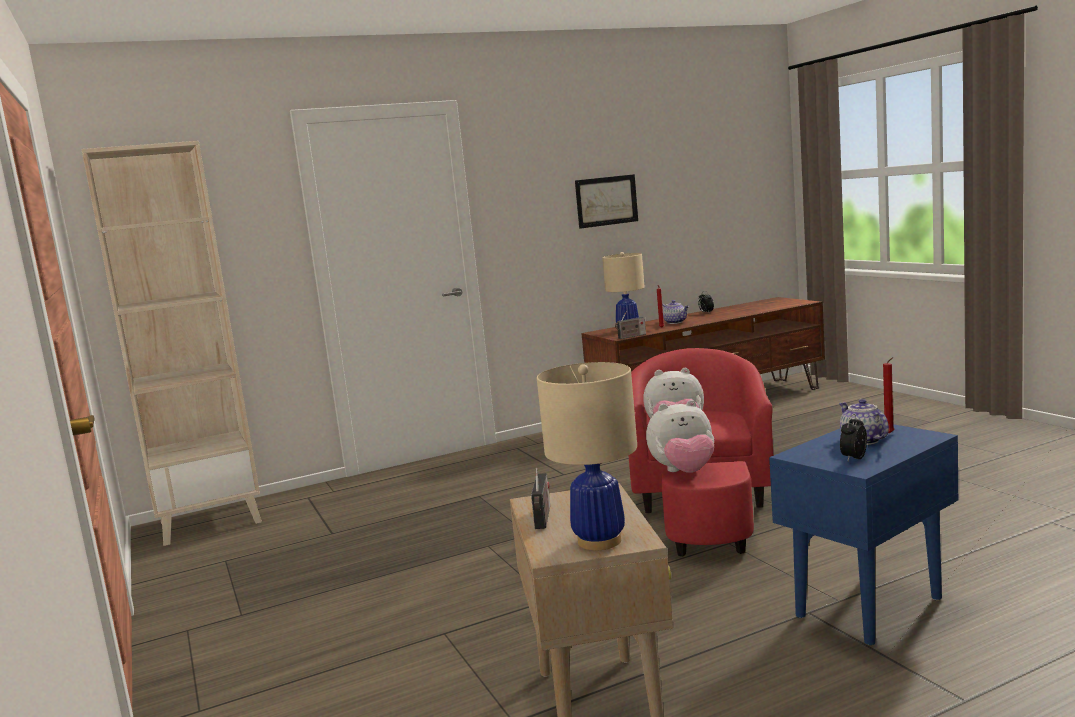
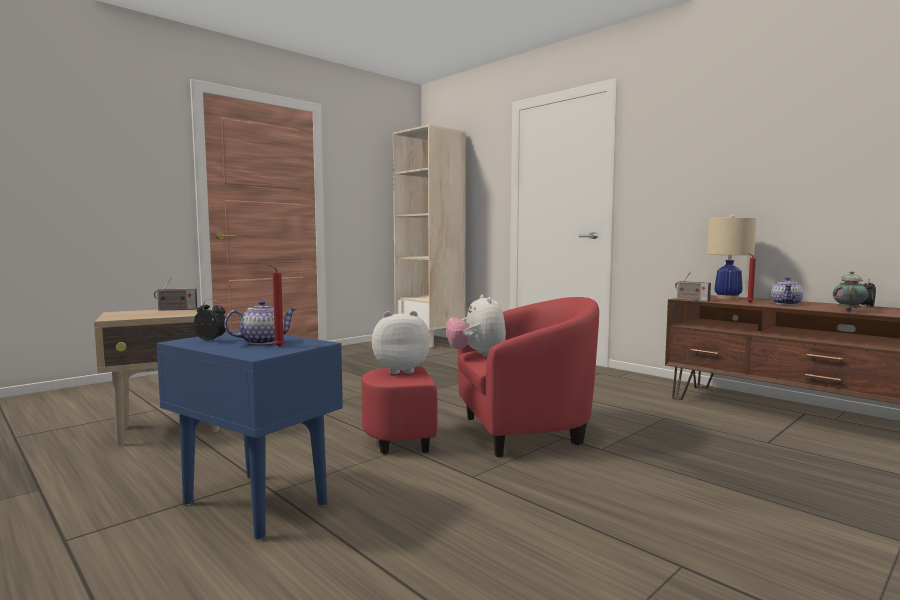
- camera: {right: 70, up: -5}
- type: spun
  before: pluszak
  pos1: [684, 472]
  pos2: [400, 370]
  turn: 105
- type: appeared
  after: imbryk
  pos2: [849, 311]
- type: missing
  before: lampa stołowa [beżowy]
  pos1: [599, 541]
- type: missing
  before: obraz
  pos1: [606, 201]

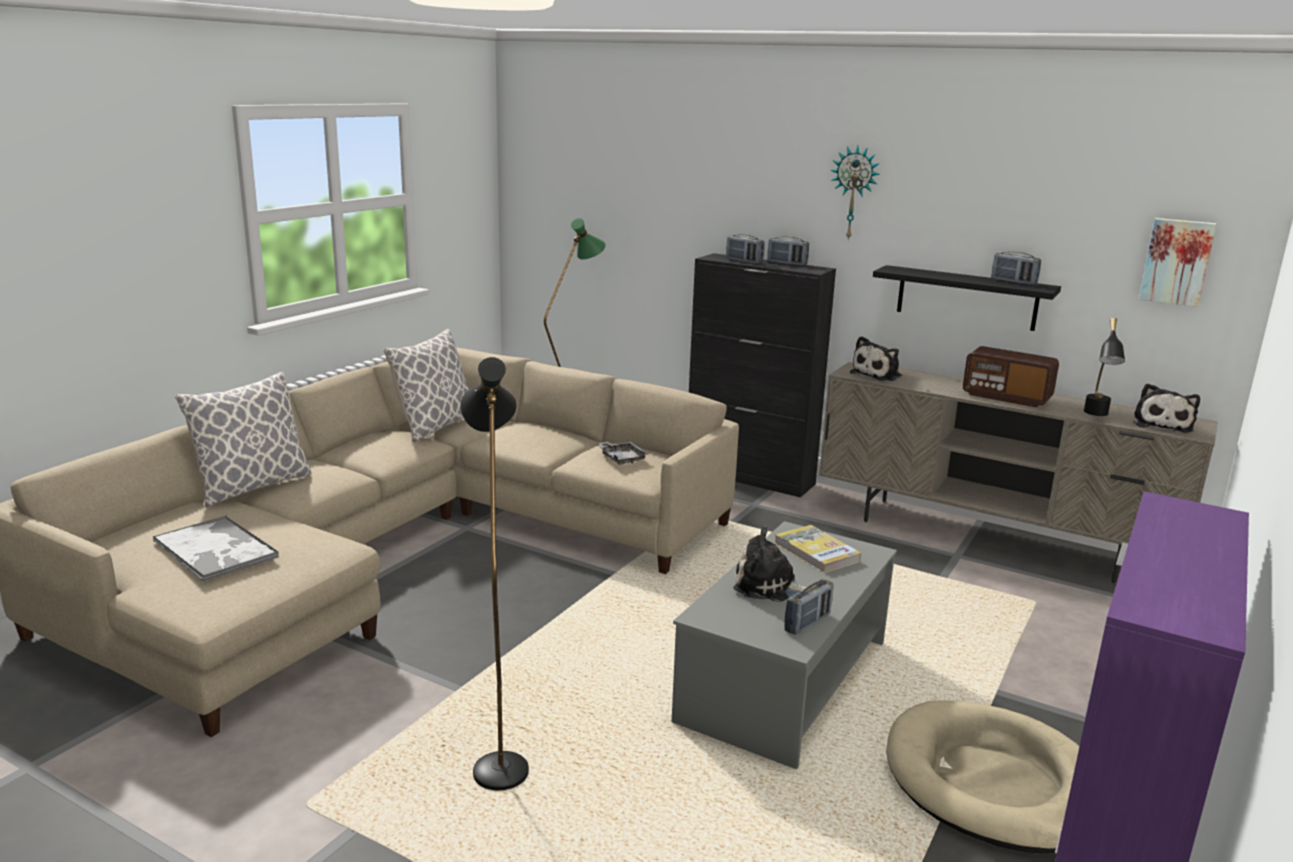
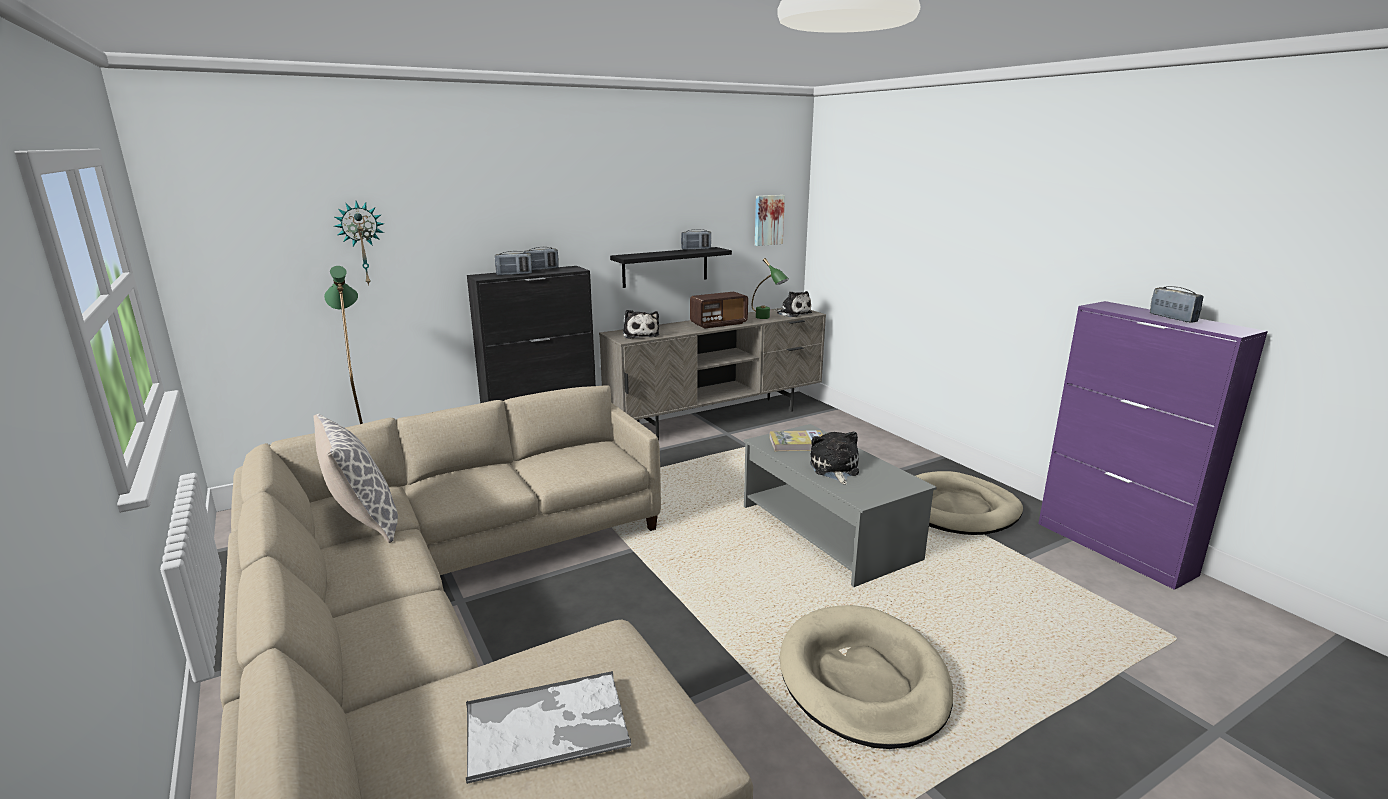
- camera: {right: -60, up: 0}
- type: relocated
  before: zegar ścienny
  pos1: [854, 193]
  pos2: [361, 243]
- type: colour
  before: lampa stołowa [czarny]
  after: lampa stołowa [zielony]
  pos1: [1096, 415]
  pos2: [767, 318]
- type: exchanged
  before: lampa stojąca [czarny]
  after: legowisko [beżowy]
  pos1: [498, 760]
  pos2: [863, 680]
- type: spun
  before: pluszak
  pos1: [769, 586]
  pos2: [834, 469]
  turn: 135
- type: relocated
  before: radio
  pos1: [807, 623]
  pos2: [1172, 318]
- type: missing
  before: poduszka
  pos1: [252, 486]
- type: missing
  before: taca [szary]
  pos1: [622, 458]

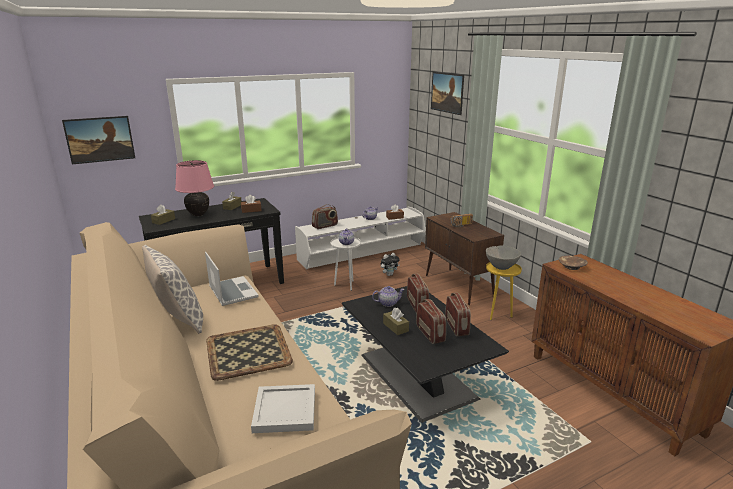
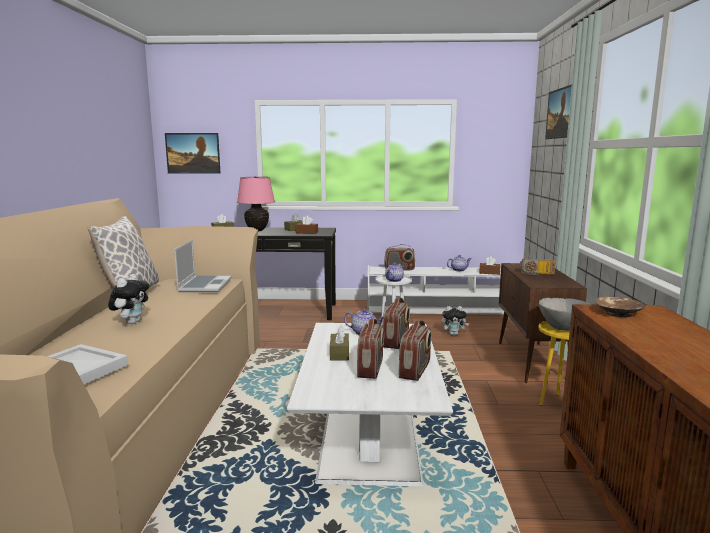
- camera: {right: 30, up: -10}
- type: exchanged
  before: taca
  after: pluszak
  pos1: [247, 351]
  pos2: [131, 322]
- type: colour
  before: ława [czarny]
  after: ława [biały]
  pos1: [415, 375]
  pos2: [369, 433]

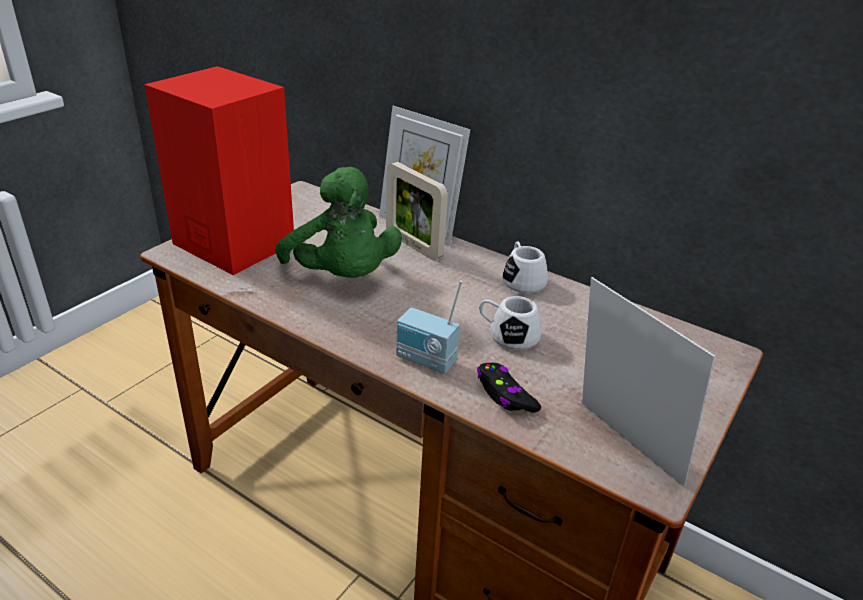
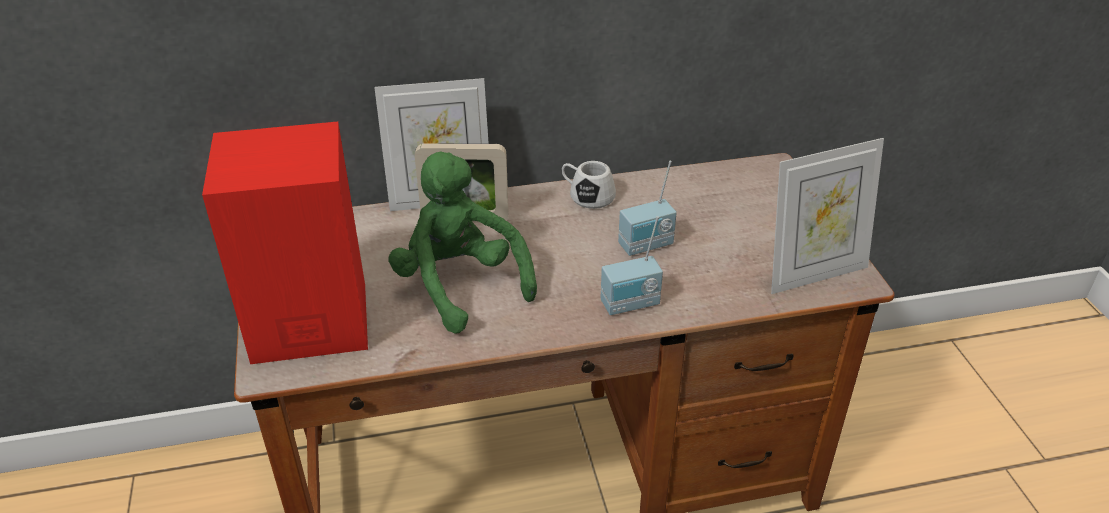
- camera: {right: -45, up: 5}
- type: spun
  before: pluszak [zielony]
  pos1: [342, 277]
  pos2: [460, 285]
  turn: -135
- type: exchanged
  before: kubek [biały]
  after: radio
  pos1: [507, 335]
  pos2: [646, 246]
- type: spun
  before: ramka na zdjęcie
  pos1: [620, 447]
  pos2: [813, 273]
  turn: 150
- type: missing
  before: pad do gier [czarny]
  pos1: [505, 395]

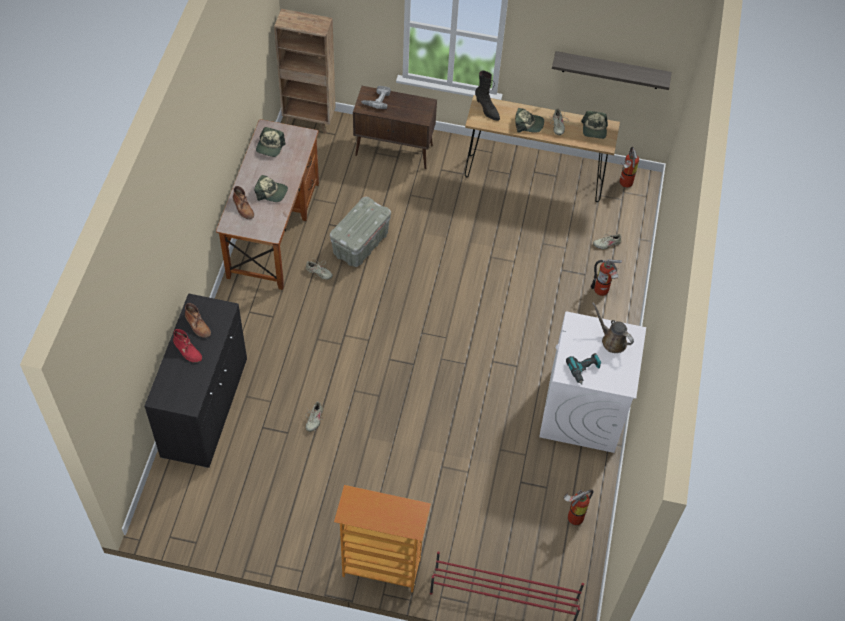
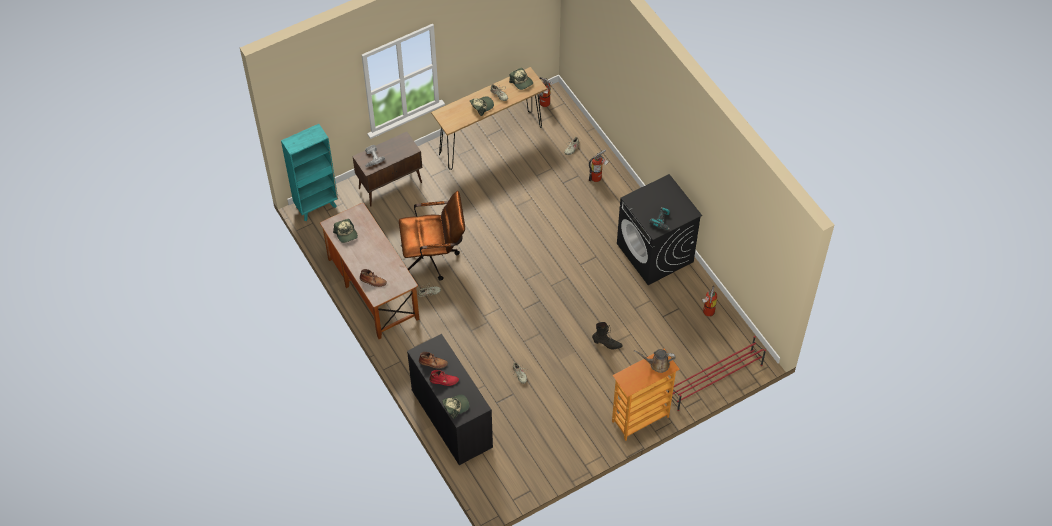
- camera: {right: -40, up: 0}
- type: colour
  before: regał [brązowy]
  after: regał [turkusowy]
  pos1: [309, 120]
  pos2: [317, 206]
- type: exchanged
  before: pojemnik do przechowywania [szary]
  after: krzesło biurowe [brązowy]
  pos1: [360, 244]
  pos2: [434, 257]
- type: relocated
  before: czapka z daszkiem
  pos1: [271, 192]
  pos2: [455, 406]
- type: relocated
  before: but z cholewką [czarny]
  pos1: [487, 109]
  pos2: [607, 344]
- type: colour
  before: pralka [biały]
  after: pralka [czarny]
  pos1: [582, 411]
  pos2: [655, 253]
- type: relocated
  before: konewka [brązowy]
  pos1: [612, 340]
  pos2: [657, 364]
- type: missing
  before: półka
  pos1: [611, 70]

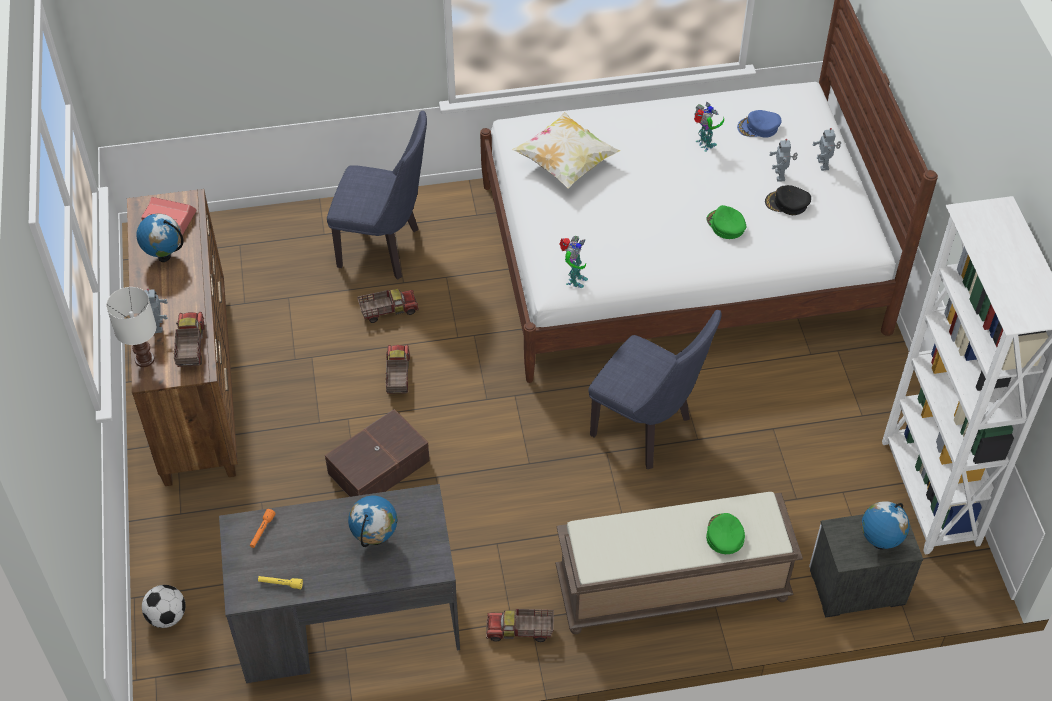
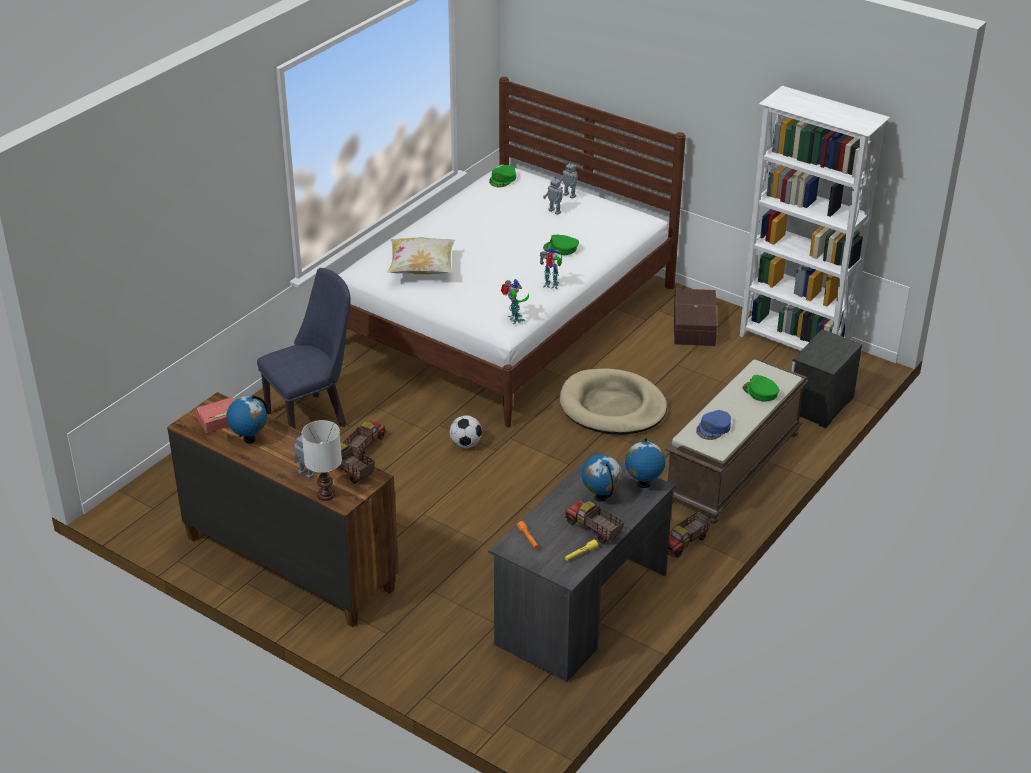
- camera: {right: -45, up: -15}
- type: relocated
  before: piłka futbolowa
  pos1: [167, 616]
  pos2: [466, 444]
- type: appeared
  after: czapka z daszkiem [zielony]
  pos2: [503, 179]
- type: relocated
  before: robot zabawkowy
  pos1: [704, 145]
  pos2: [551, 286]
- type: exchanged
  before: krzesło [niebieski]
  after: legowisko [beżowy]
  pos1: [648, 431]
  pos2: [612, 407]
- type: relocated
  before: ciężarówka zabawkowa
  pos1: [397, 376]
  pos2: [593, 529]
- type: relocated
  before: globus
  pos1: [879, 543]
  pos2: [643, 484]
- type: relocated
  before: pojemnik do przechowywania [brązowy]
  pos1: [377, 467]
  pos2: [693, 327]
- type: relocated
  before: czapka z daszkiem [niebieski]
  pos1: [758, 127]
  pos2: [713, 428]
- type: missing
  before: czapka z daszkiem [czarny]
  pos1: [787, 203]

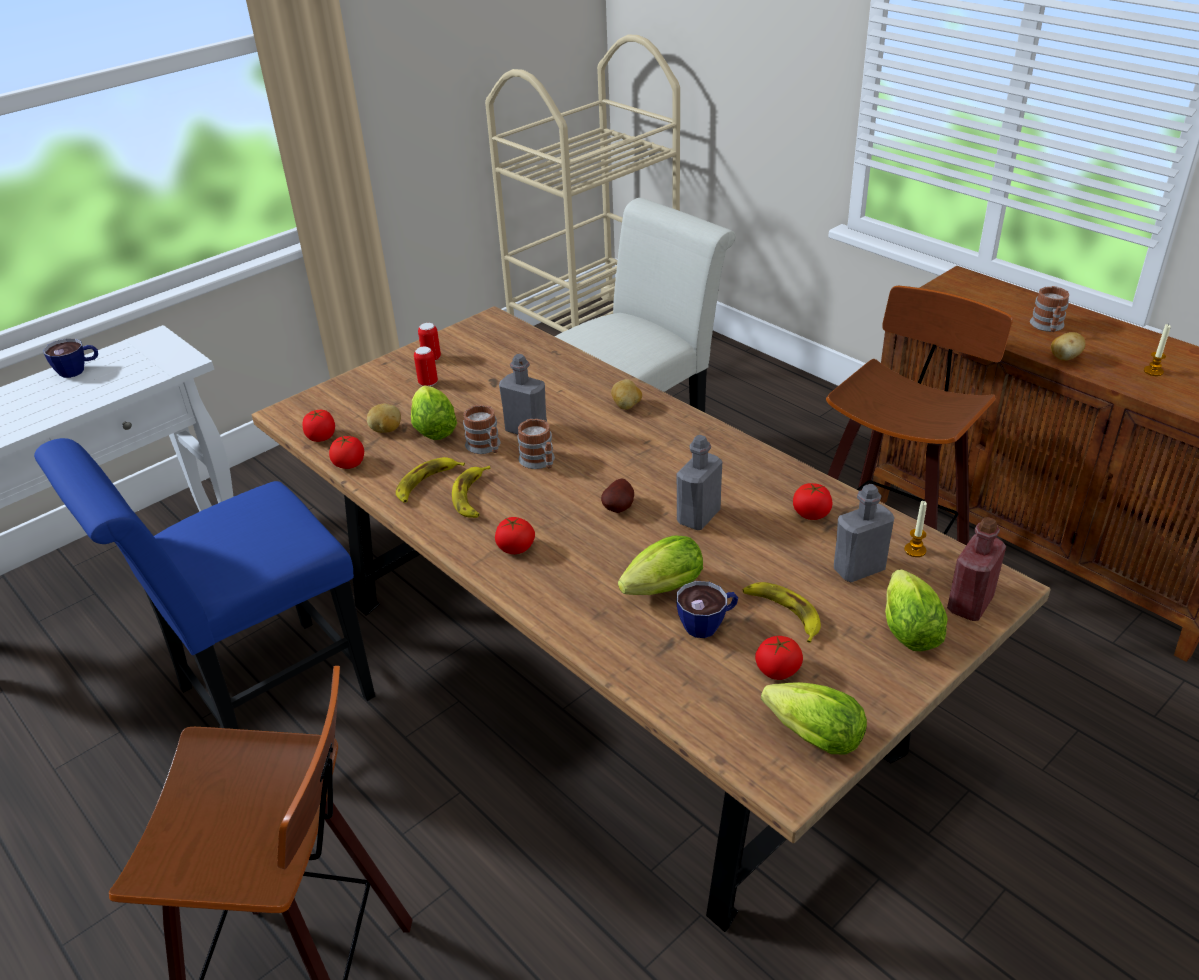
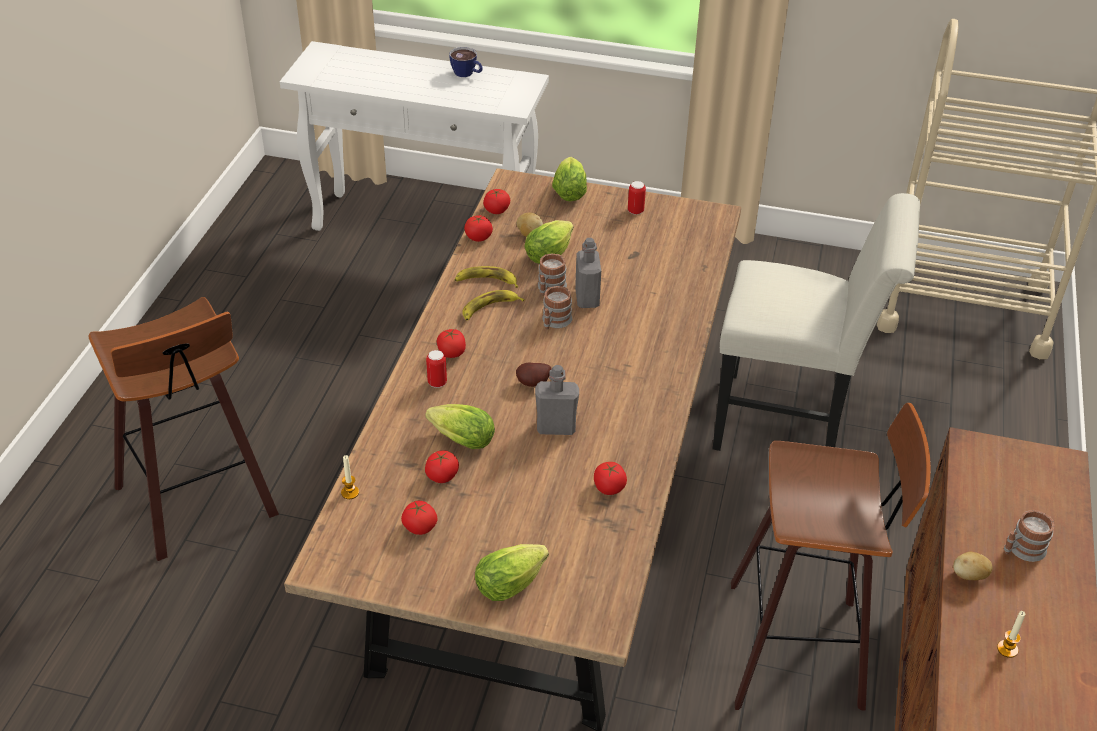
- camera: {right: 55, up: 5}
- type: relocated
  before: świeca
  pos1: [915, 550]
  pos2: [350, 492]
- type: exchanged
  before: filiżanka
  after: pomidor
  pos1: [708, 624]
  pos2: [442, 476]
- type: relocated
  before: puszka
  pos1: [428, 383]
  pos2: [437, 382]
- type: relocated
  before: sałata
  pos1: [808, 735]
  pos2: [569, 190]
- type: missing
  before: krzesło [niebieski]
  pos1: [262, 700]
- type: missing
  before: ziemniak
  pos1: [626, 406]
- type: missing
  before: banan
  pos1: [783, 613]
- type: missing
  before: butelka [szary]
  pos1: [859, 569]
- type: missing
  before: butelka [czerwony]
  pos1: [970, 604]

